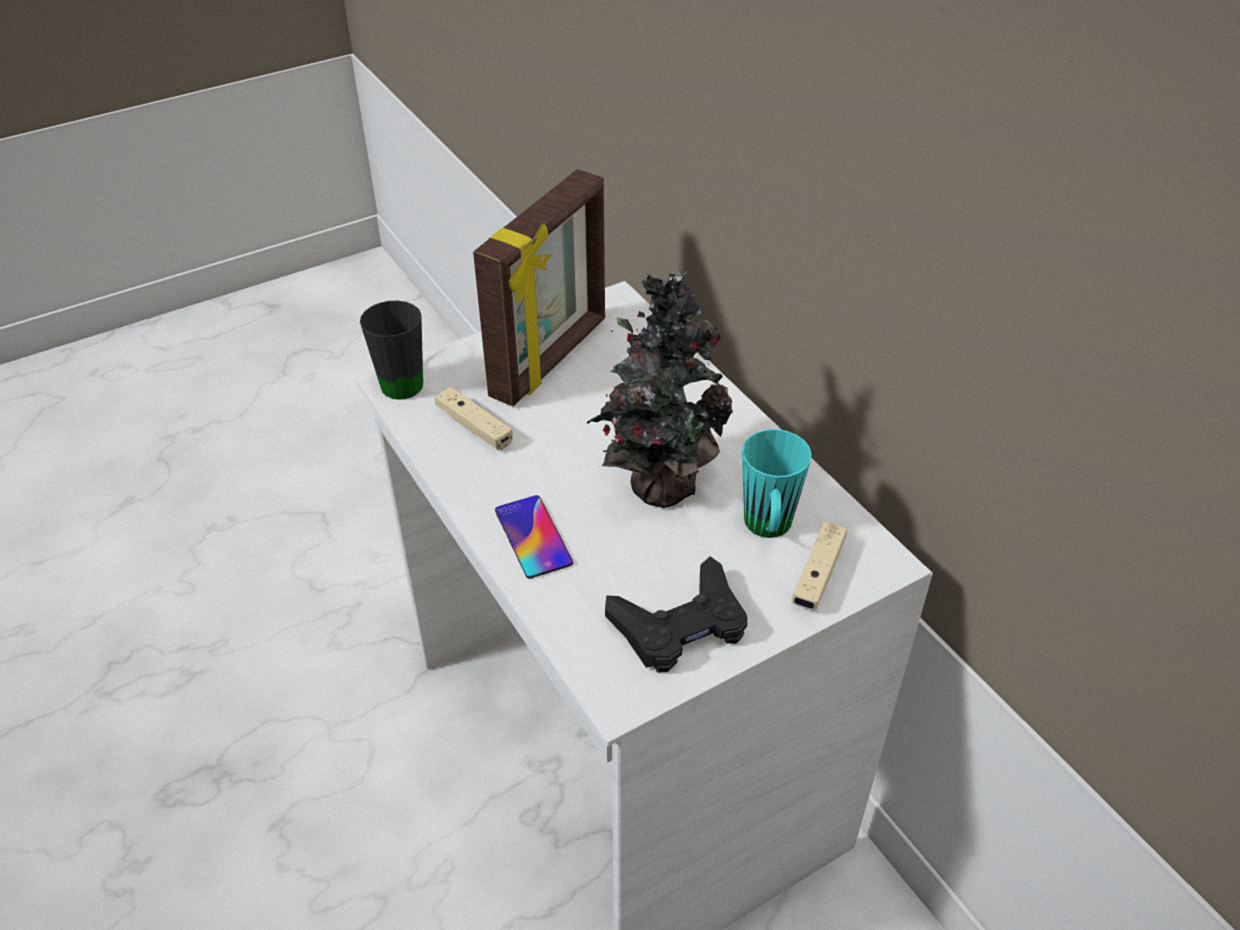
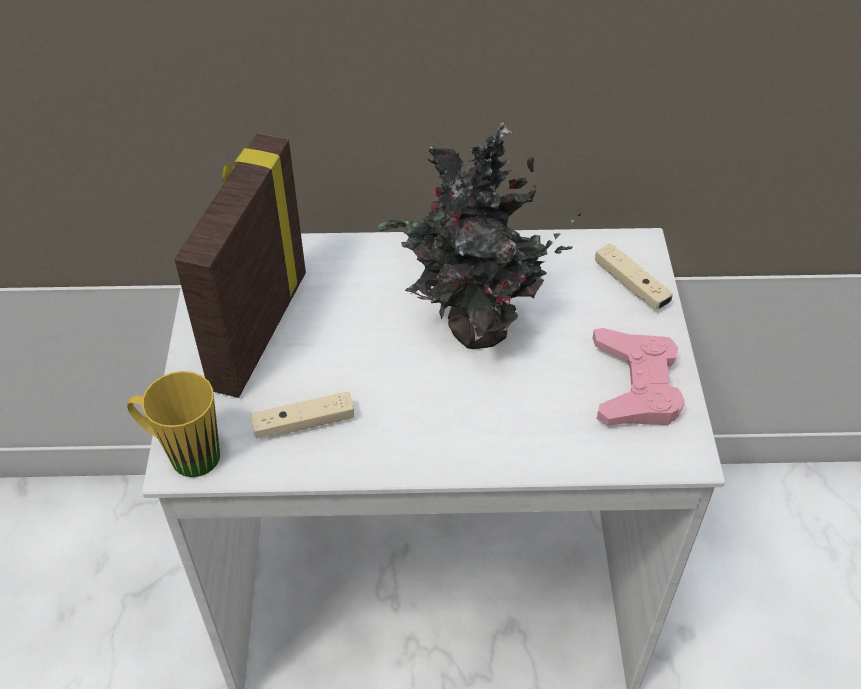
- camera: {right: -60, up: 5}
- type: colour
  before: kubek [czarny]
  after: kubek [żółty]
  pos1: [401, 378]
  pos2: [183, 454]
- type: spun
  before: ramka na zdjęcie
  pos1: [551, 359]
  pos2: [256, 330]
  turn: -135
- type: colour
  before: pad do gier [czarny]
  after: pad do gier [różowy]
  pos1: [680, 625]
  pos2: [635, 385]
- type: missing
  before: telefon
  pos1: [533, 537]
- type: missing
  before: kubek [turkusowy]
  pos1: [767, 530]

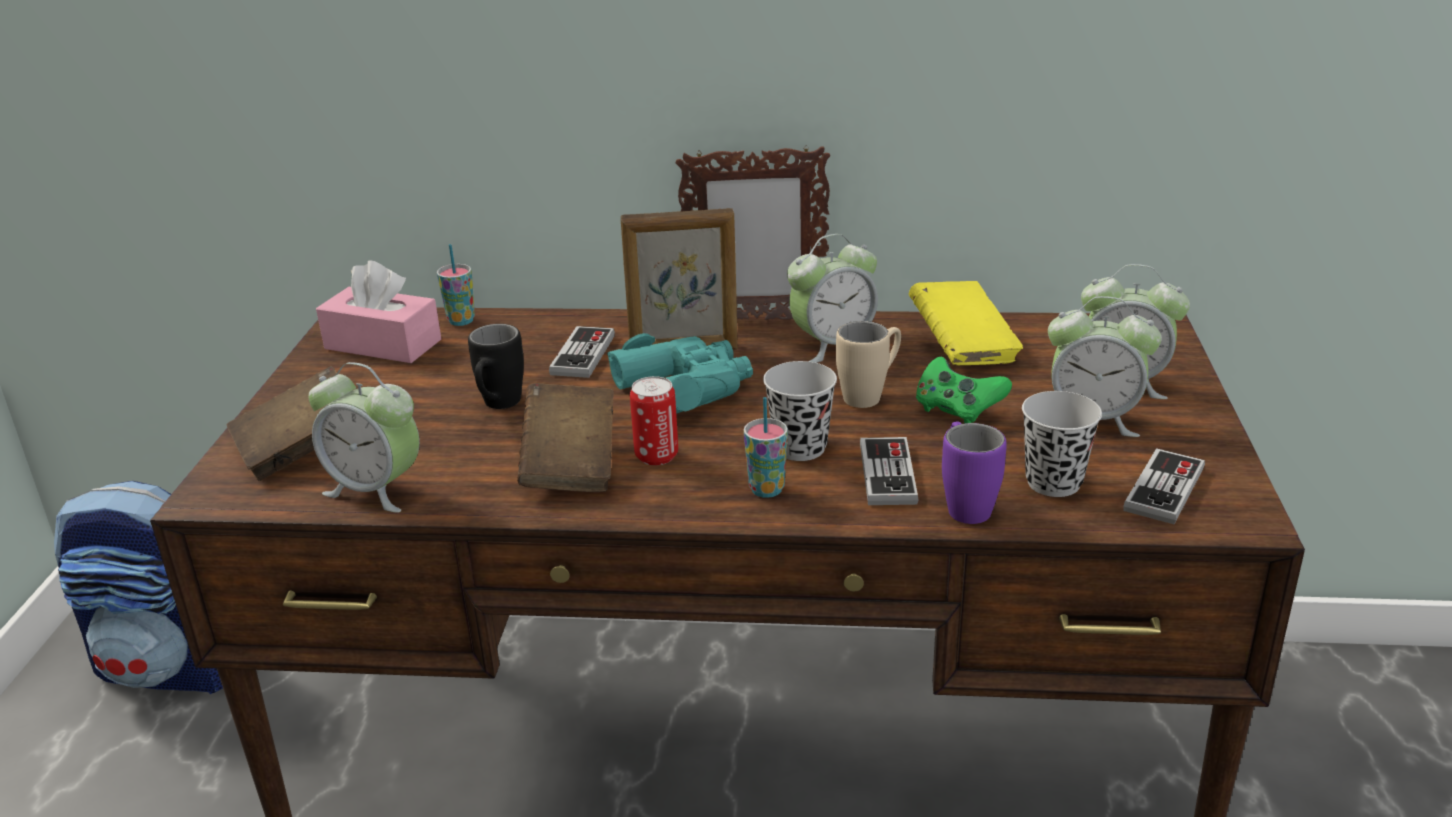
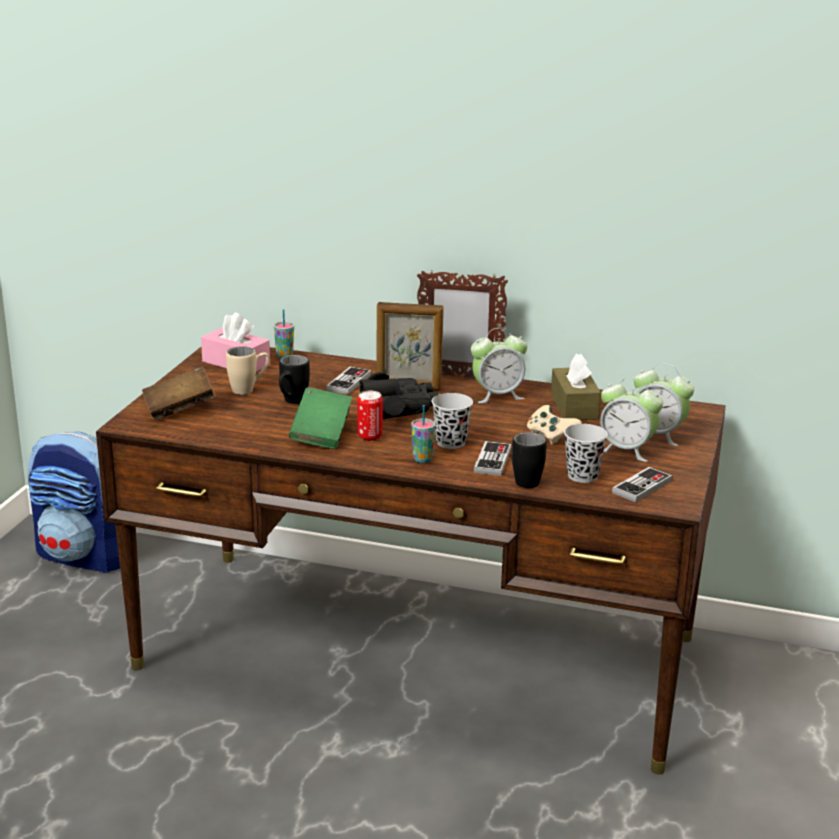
- camera: {right: 10, up: -5}
- type: relocated
  before: kubek [beżowy]
  pos1: [870, 395]
  pos2: [249, 389]
- type: colour
  before: książka [brązowy]
  after: książka [zielony]
  pos1: [570, 465]
  pos2: [321, 435]
- type: colour
  before: lornetka [turkusowy]
  after: lornetka [czarny]
  pos1: [684, 389]
  pos2: [399, 406]
- type: colour
  before: kubek [fioletowy]
  after: kubek [czarny]
  pos1: [964, 504]
  pos2: [526, 479]
- type: colour
  before: pad do gier [zielony]
  after: pad do gier [beżowy]
  pos1: [957, 410]
  pos2: [550, 436]
- type: exchanged
  before: książka [żółty]
  after: pudełko chusteczek [brązowy]
  pos1: [963, 349]
  pos2: [574, 406]
- type: missing
  before: budzik
  pos1: [376, 489]

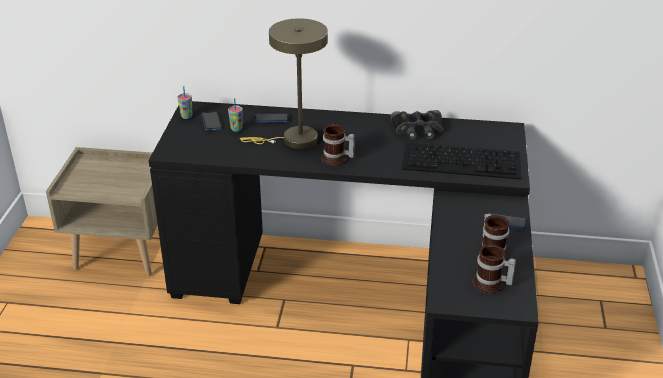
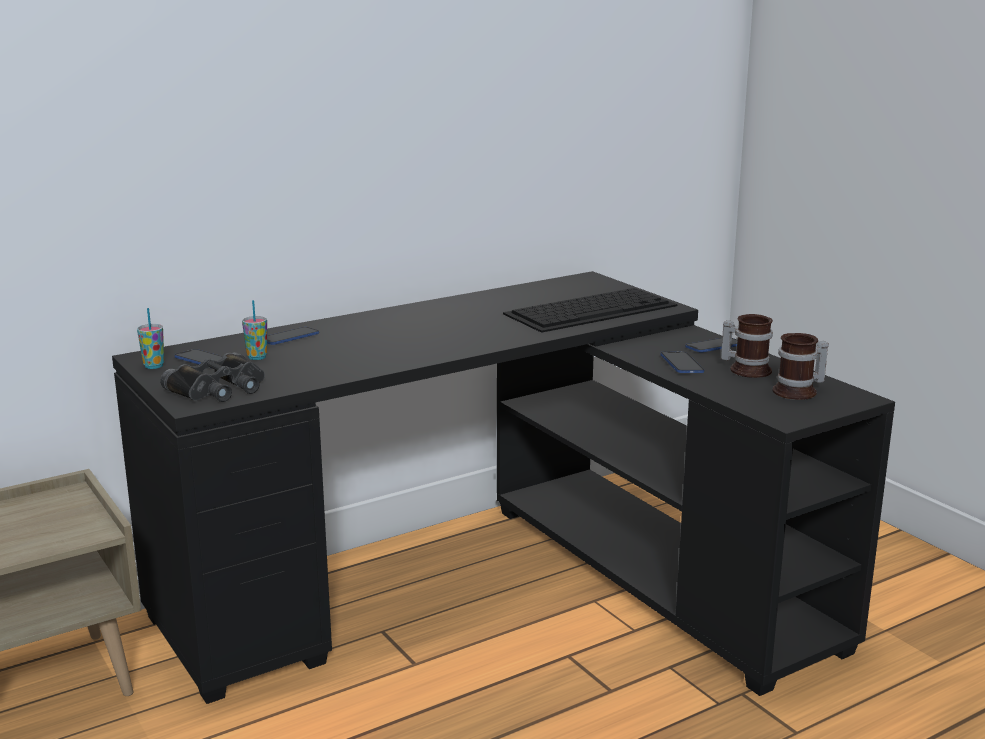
- camera: {right: -40, up: -15}
- type: relocated
  before: lornetka [czarny]
  pos1: [417, 129]
  pos2: [219, 389]
- type: appeared
  after: telefon
  pos2: [681, 364]
- type: missing
  before: lampa stołowa [beżowy]
  pos1: [293, 140]
- type: missing
  before: kubek
  pos1: [336, 159]

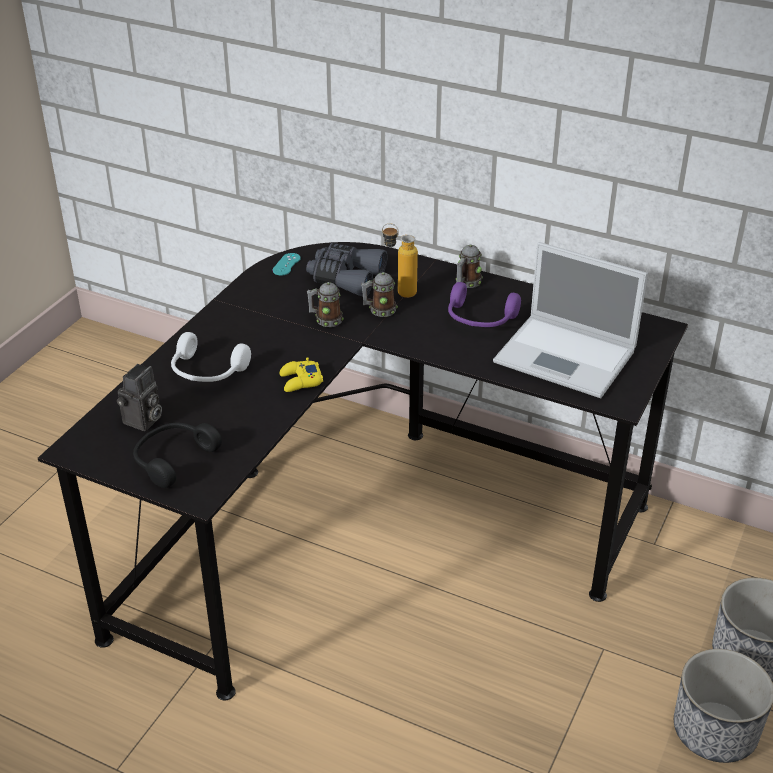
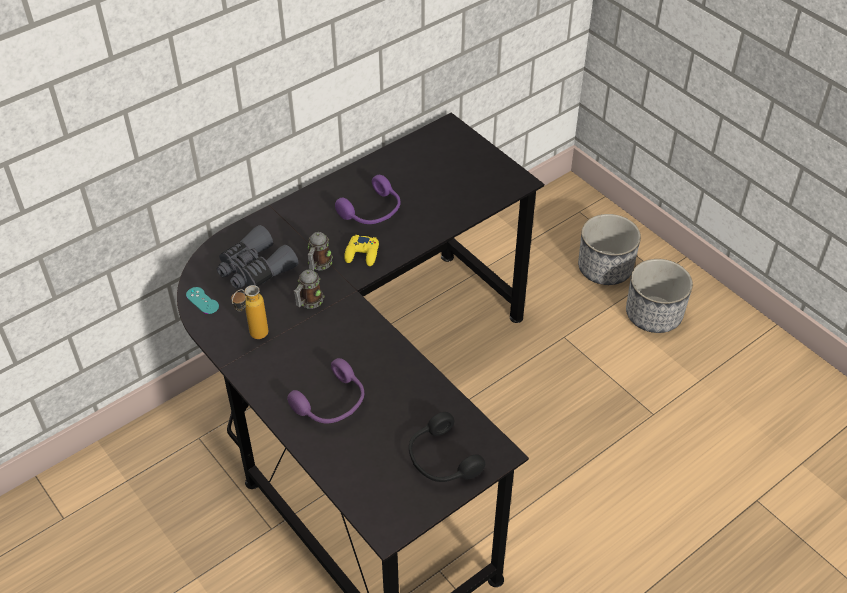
- camera: {right: -65, up: 10}
- type: relocated
  before: butelka
  pos1: [399, 292]
  pos2: [253, 337]
- type: colour
  before: słuchawki [biały]
  after: słuchawki [fioletowy]
  pos1: [207, 372]
  pos2: [332, 403]
- type: relocated
  before: pad do gier [żółty]
  pos1: [300, 381]
  pos2: [362, 254]
- type: missing
  before: aparat fotograficzny
  pos1: [143, 421]
- type: missing
  before: kubek
  pos1: [466, 283]
- type: missing
  before: laptop
  pos1: [567, 357]

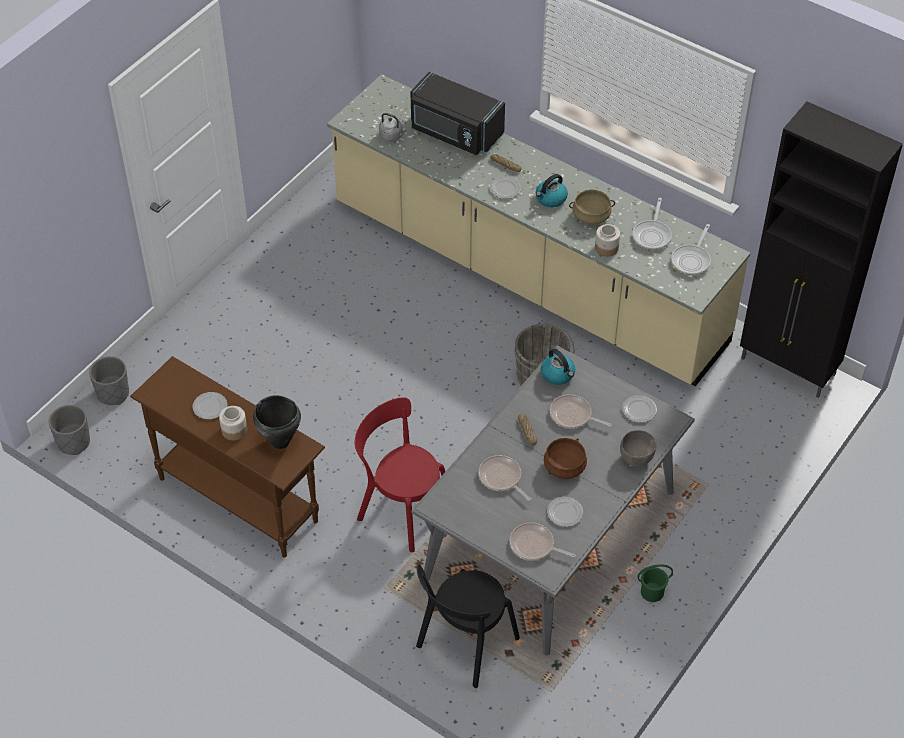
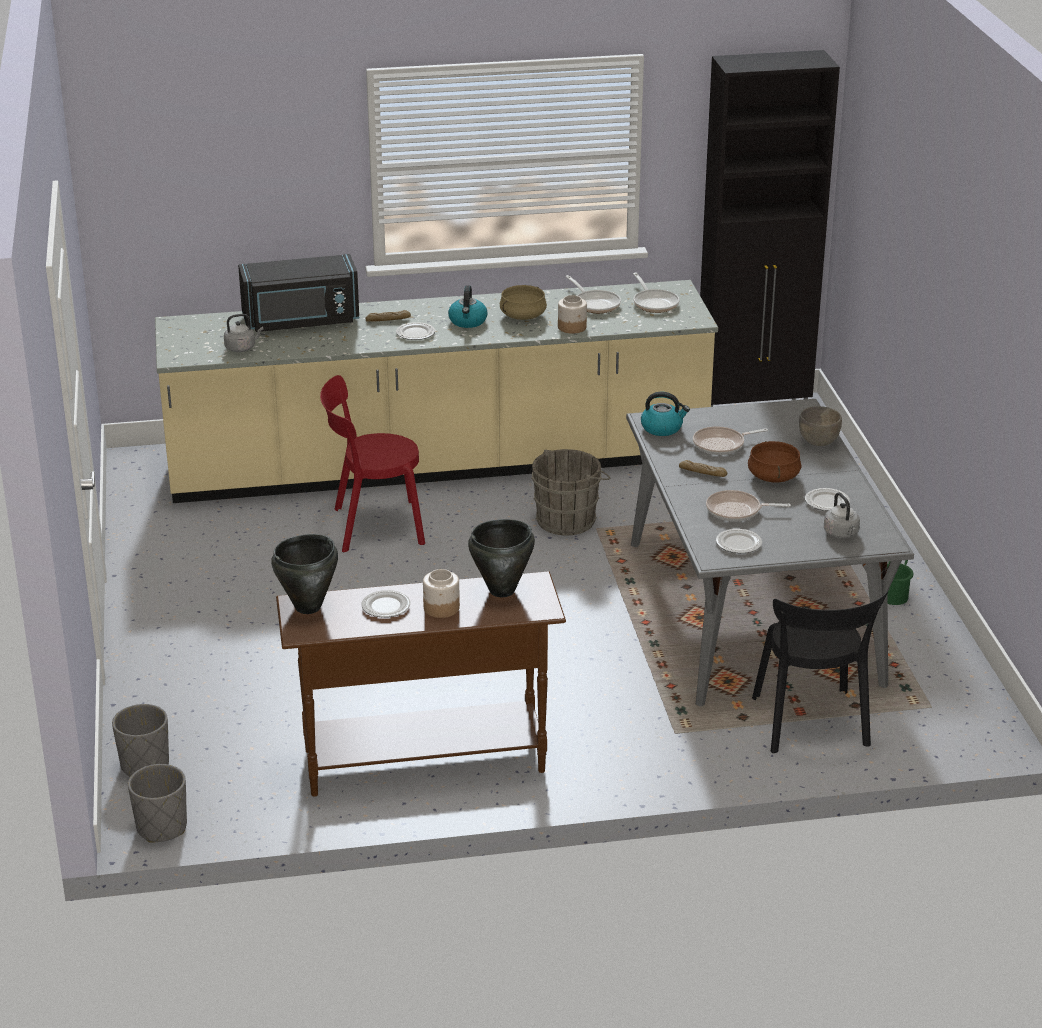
- camera: {right: -45, up: -20}
- type: appeared
  after: garnek [czarny]
  pos2: [308, 607]
- type: relocated
  before: krzesło [czerwony]
  pos1: [402, 509]
  pos2: [373, 527]
- type: relocated
  before: talerz
  pos1: [639, 410]
  pos2: [738, 543]
- type: exchanged
  before: patelnia
  after: czajnik [szary]
  pos1: [534, 545]
  pos2: [841, 534]

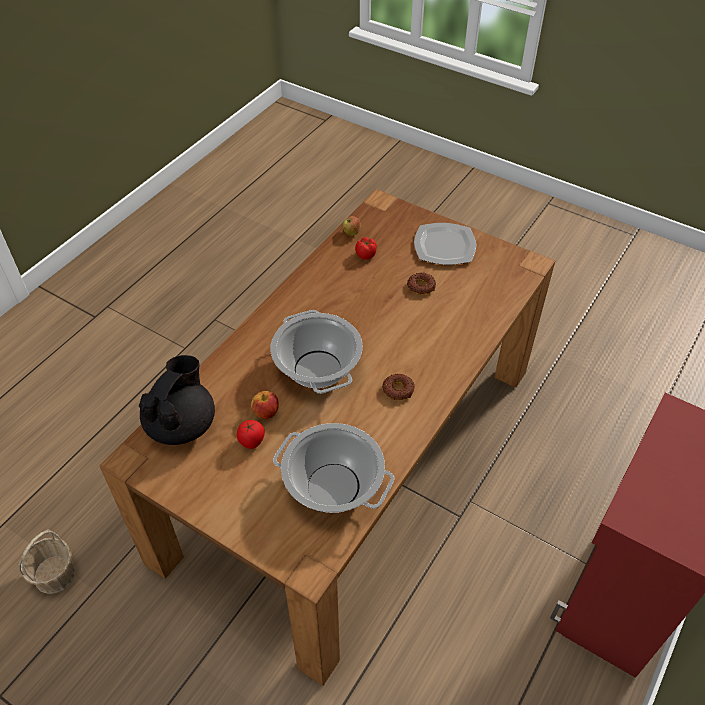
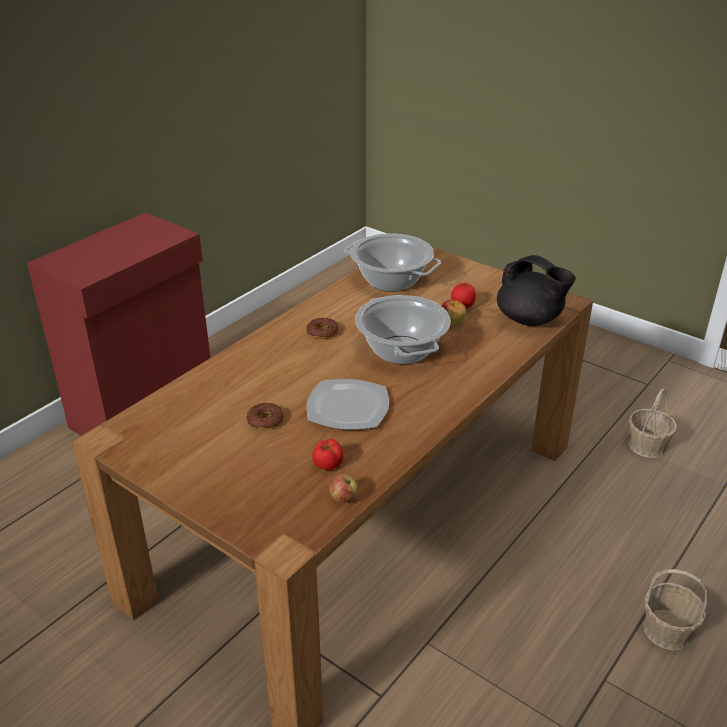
- camera: {right: -175, up: -15}
- type: relocated
  before: talerz
  pos1: [444, 246]
  pos2: [348, 407]
- type: spun
  before: imbryk [czarny]
  pos1: [182, 424]
  pos2: [529, 319]
  turn: -75
- type: appeared
  after: koszyk
  pos2: [667, 631]

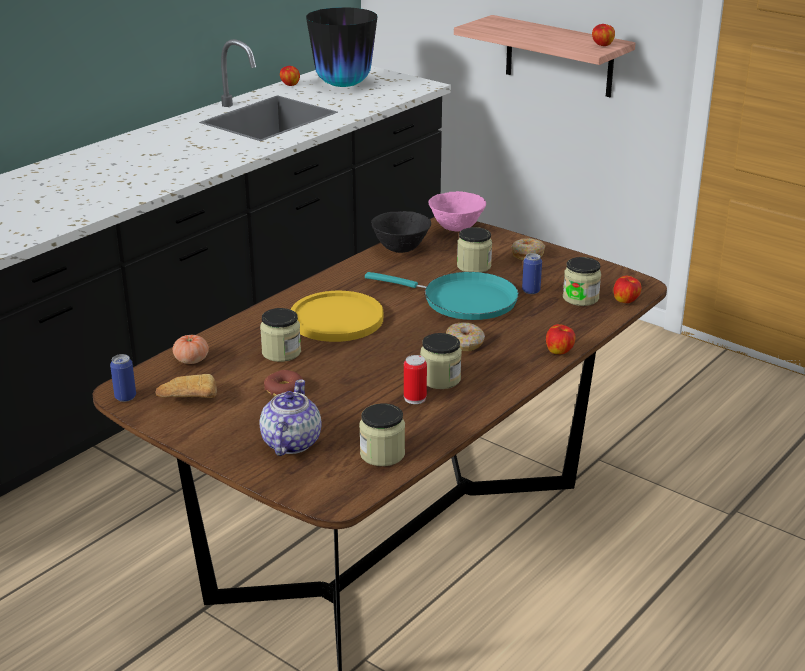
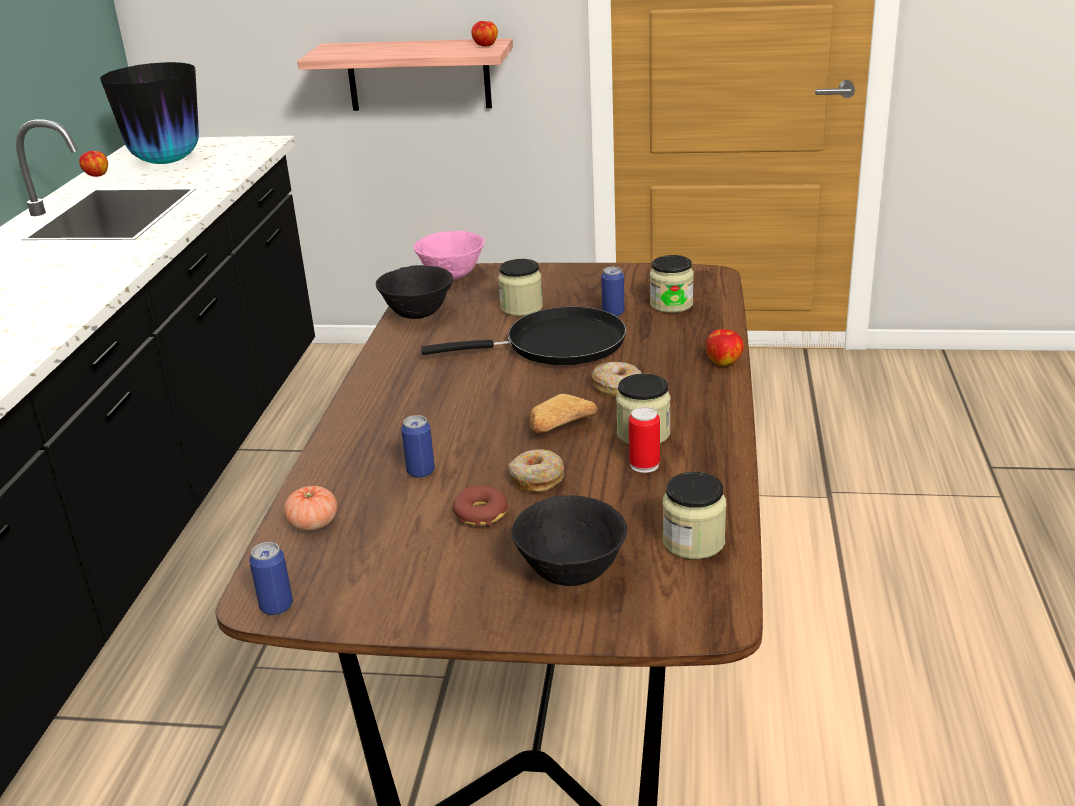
- camera: {right: -30, up: 0}
- type: exchanged
  before: słoik
  after: puszka
  pos1: [281, 352]
  pos2: [421, 472]
- type: colour
  before: patelnia [turkusowy]
  after: patelnia [czarny]
  pos1: [463, 301]
  pos2: [557, 345]
- type: relocated
  before: donut
  pos1: [527, 254]
  pos2: [536, 478]
- type: exchanged
  before: imbryk
  after: miska [czarny]
  pos1: [290, 443]
  pos2: [571, 574]
- type: relocated
  before: chleb
  pos1: [187, 399]
  pos2: [557, 429]
- type: missing
  before: talerz [żółty]
  pos1: [336, 319]
- type: missing
  before: jabłko
  pos1: [626, 301]

